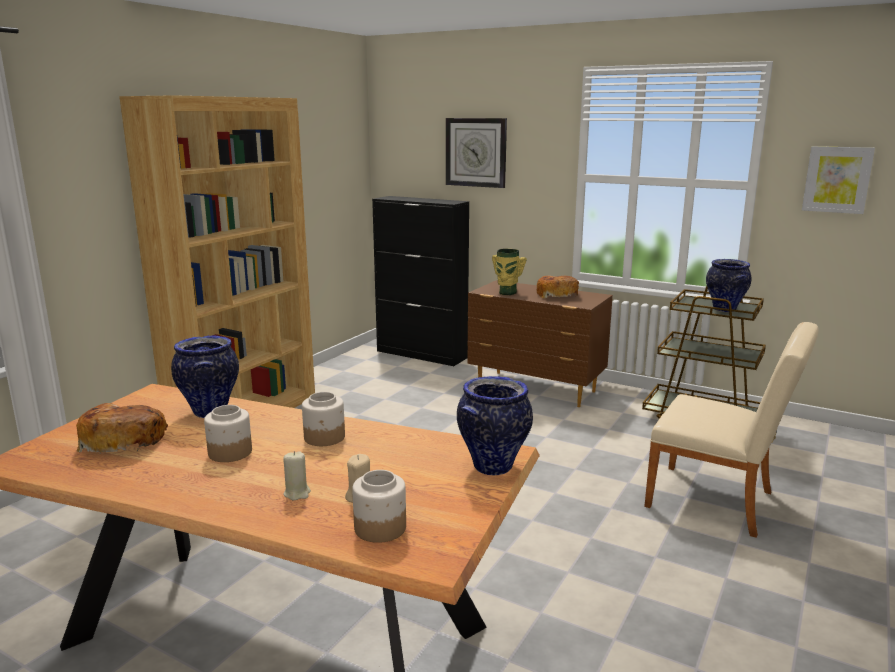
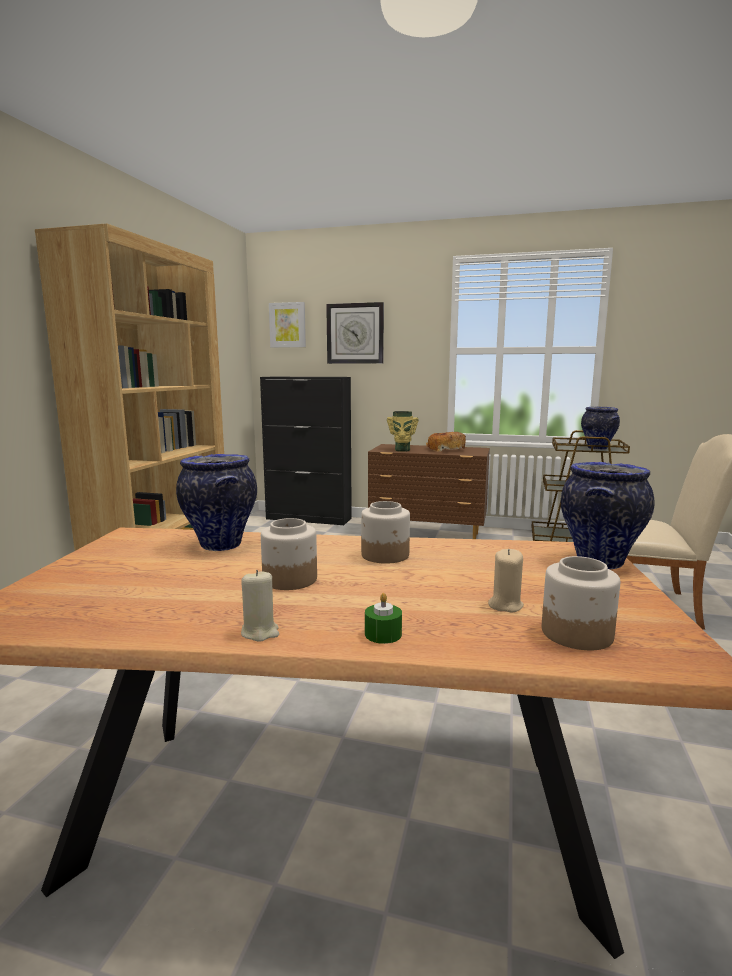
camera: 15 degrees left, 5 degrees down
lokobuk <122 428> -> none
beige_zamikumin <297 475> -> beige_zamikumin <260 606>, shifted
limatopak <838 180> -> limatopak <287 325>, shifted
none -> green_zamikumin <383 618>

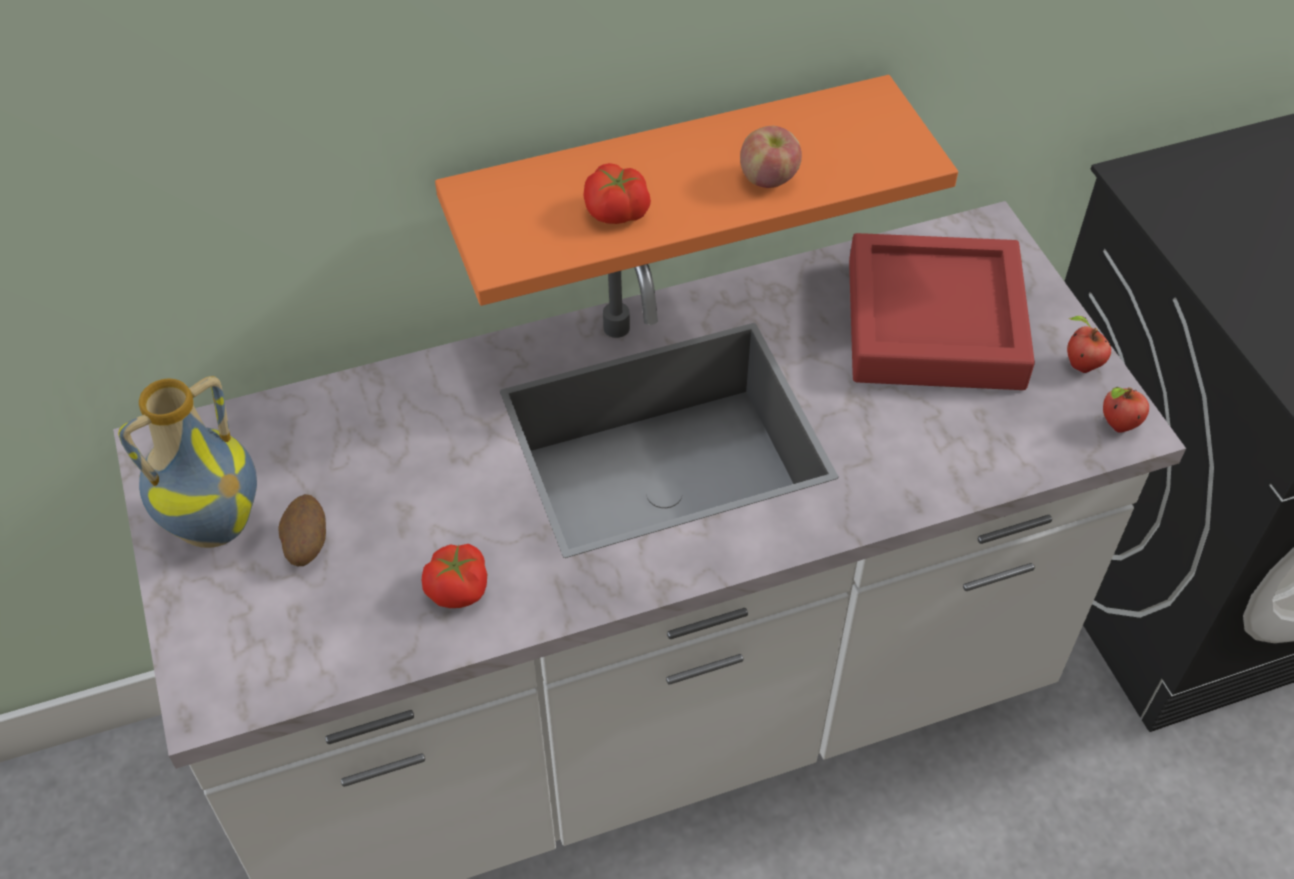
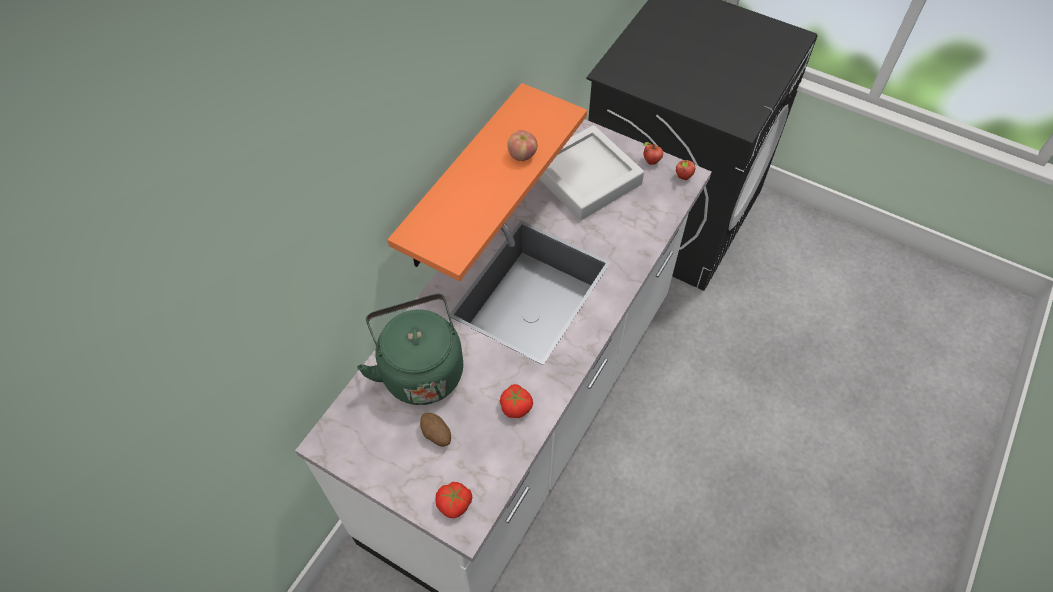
camera: 40 degrees left, 5 degrees up
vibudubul <187 462> -> none
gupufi <617 193> -> gupufi <454 500>, shifted
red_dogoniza <942 311> -> grey_dogoniza <591 172>
none -> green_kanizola <410 349>

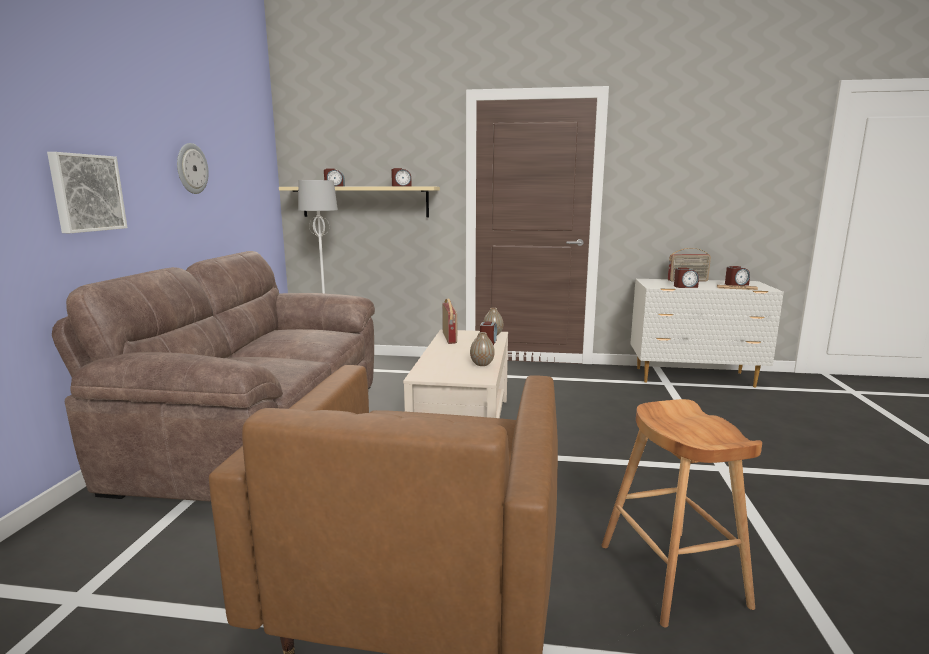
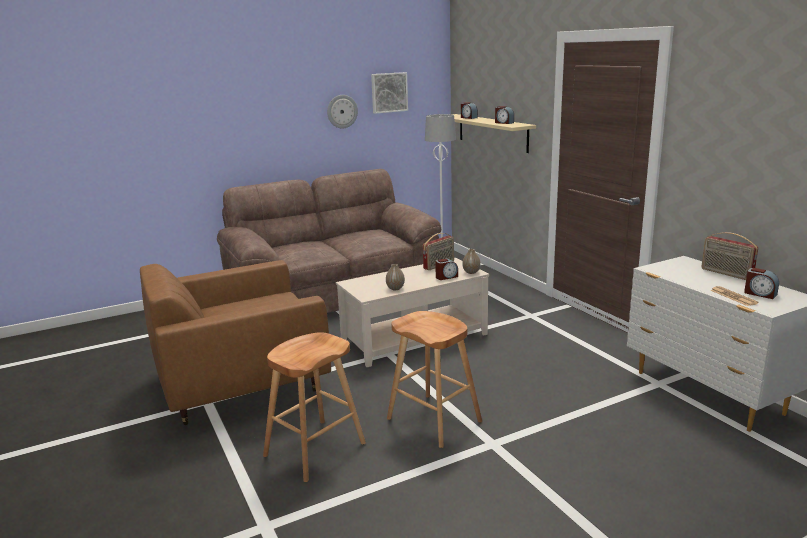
camera: 55 degrees right, 5 degrees up
limatopak <87 192> -> limatopak <389 93>, shifted
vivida <686 278> -> none
none -> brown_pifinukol <434 379>

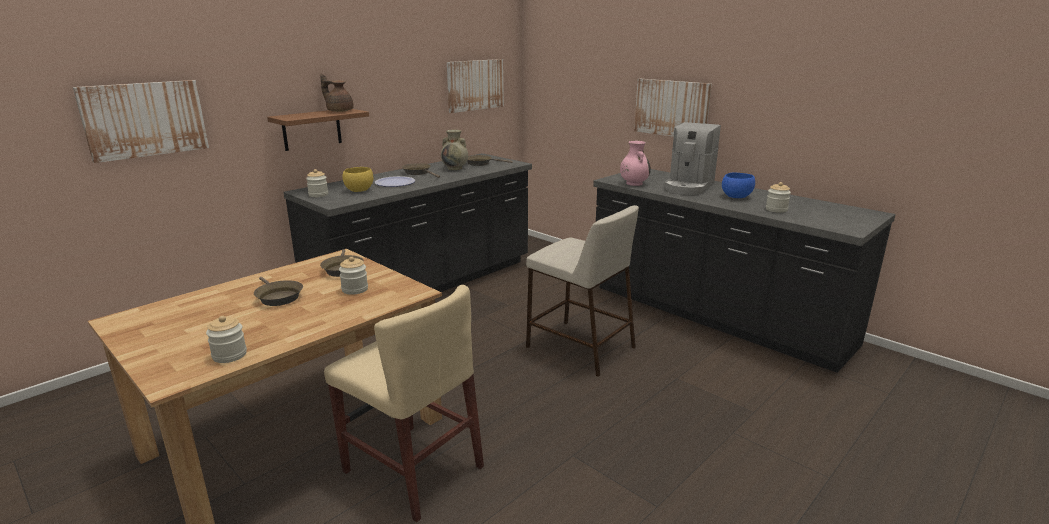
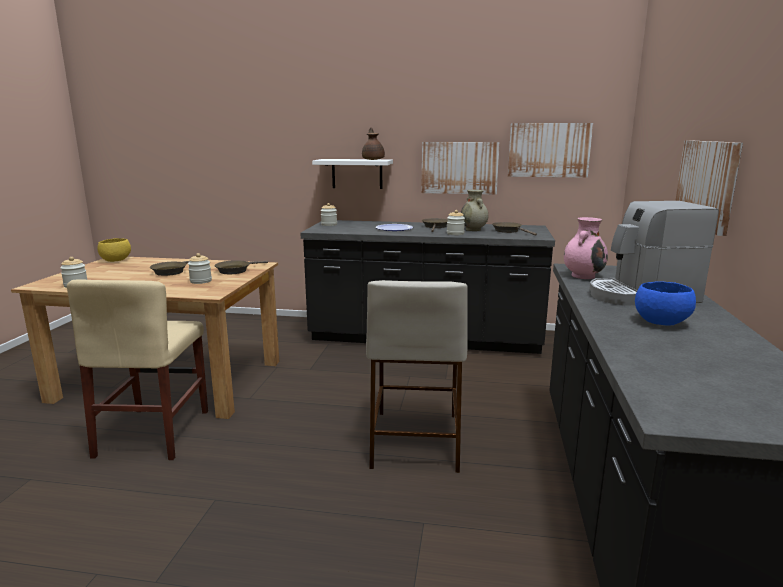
camera: 55 degrees right, 5 degrees down
limatopak <141 121> -> limatopak <460 168>, shifted
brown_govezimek <318 130> -> white_govezimek <352 174>
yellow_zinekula <357 179> -> yellow_zinekula <114 250>, shifted
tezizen <778 197> -> tezizen <456 222>, shifted

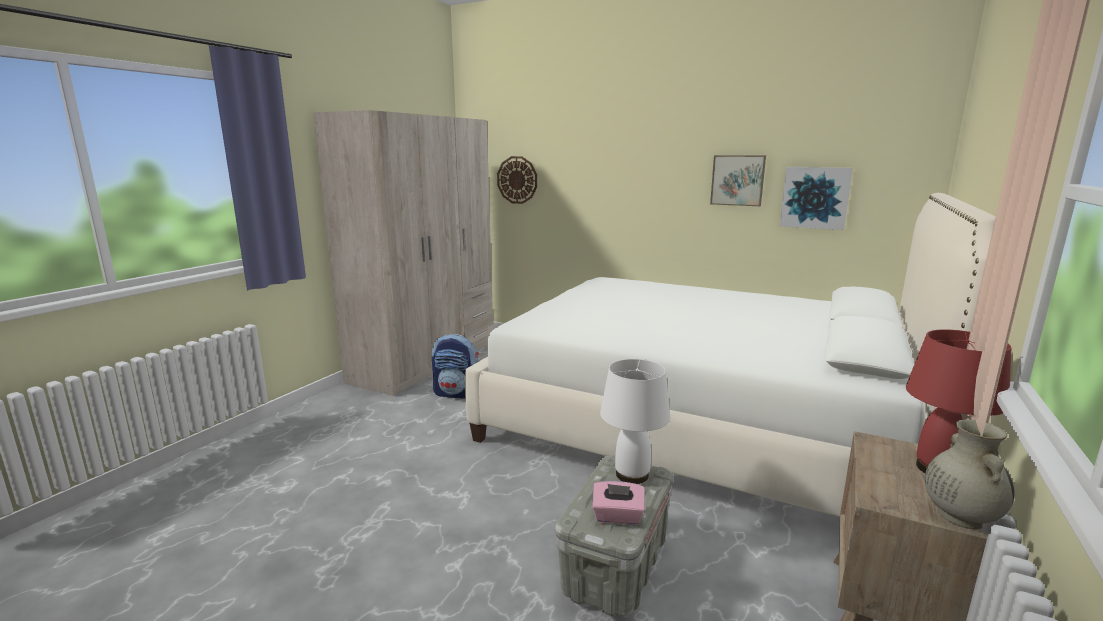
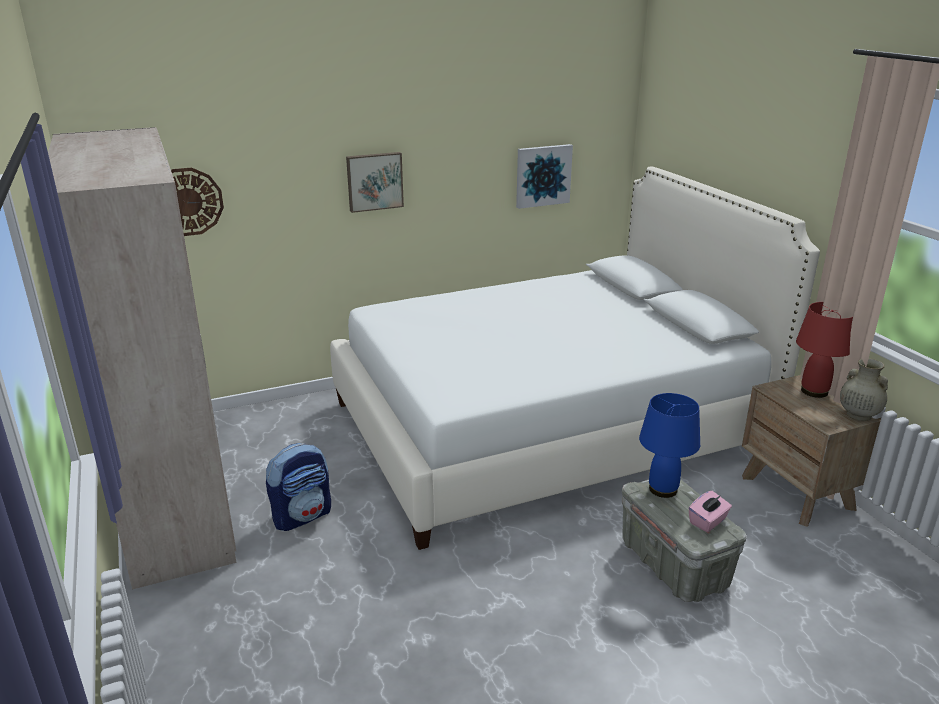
camera: 50 degrees left, 10 degrees up
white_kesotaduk <635 421> -> blue_kesotaduk <669 445>
limatopak <738 180> -> limatopak <375 182>, shifted

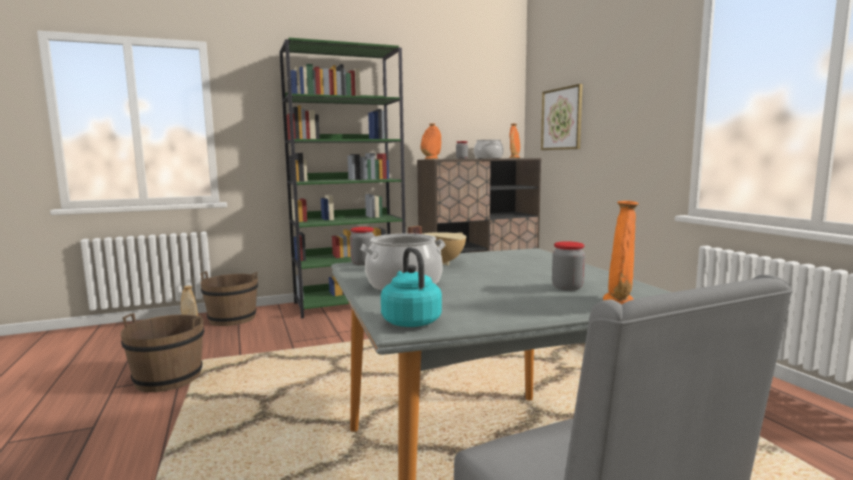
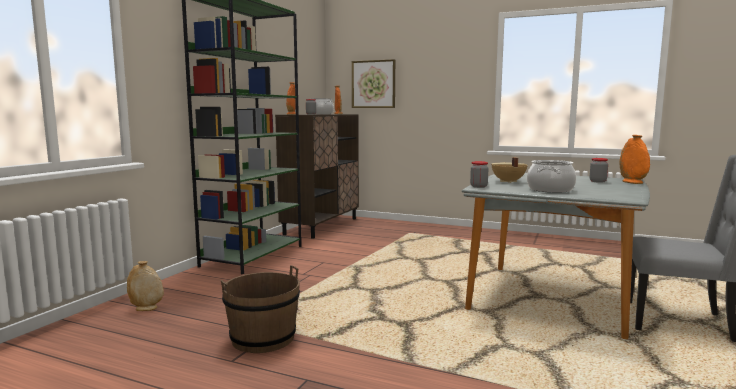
camera: 45 degrees left, 0 degrees up
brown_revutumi <229 298> -> none
turquoise_kanizola <411 287> -> none

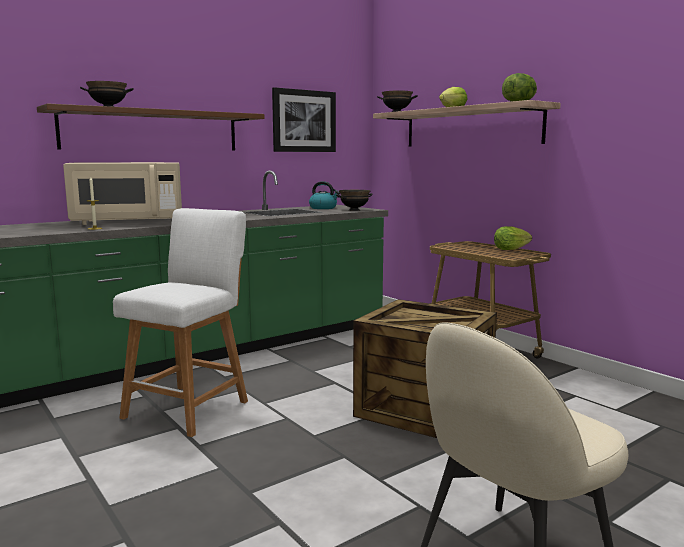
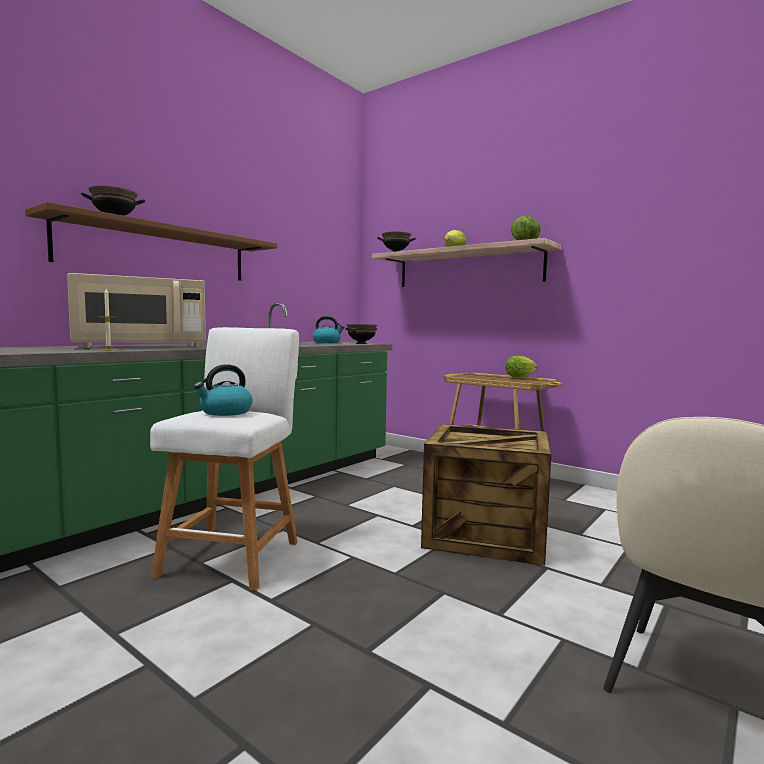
camera: 15 degrees left, 5 degrees down
limatopak <304 119> -> none
none -> kanizola <223 390>

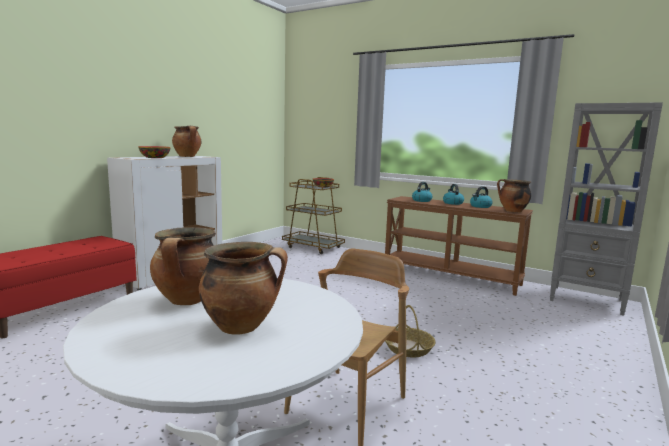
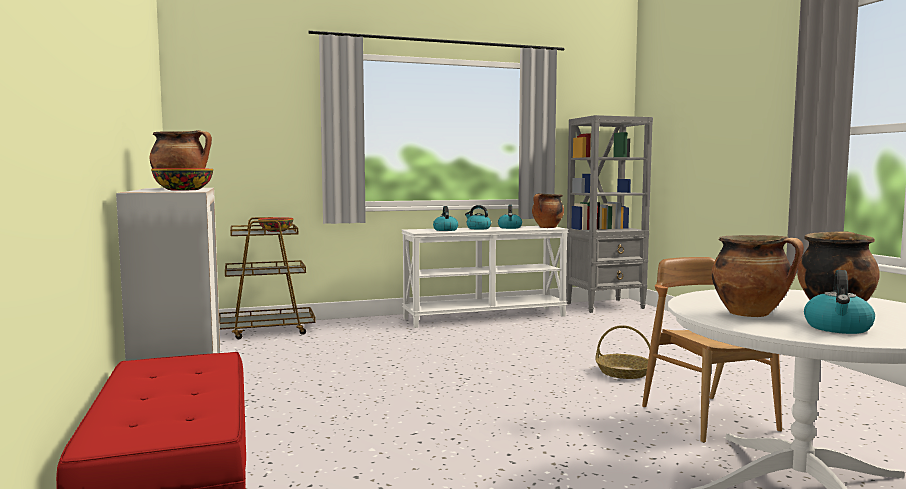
camera: 50 degrees left, 5 degrees down
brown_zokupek <459 246> -> white_zokupek <485 277>
none -> kanizola <839 302>

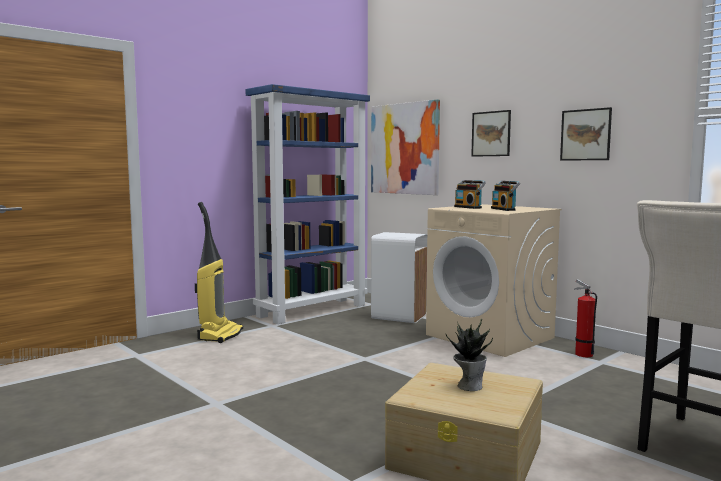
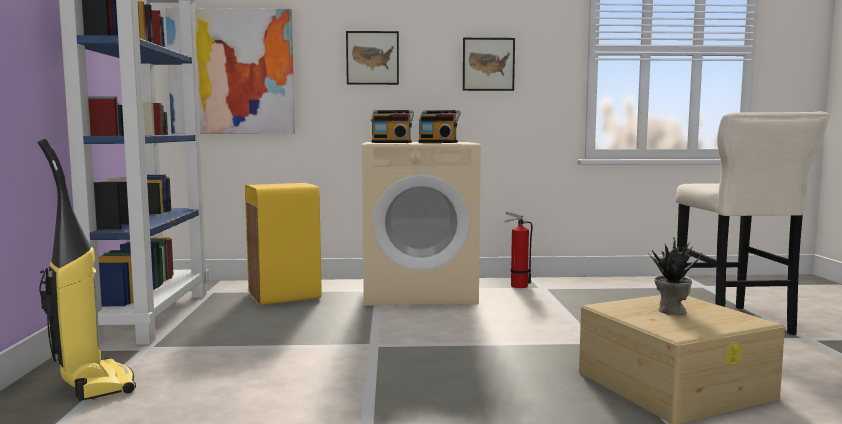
camera: 50 degrees left, 0 degrees up
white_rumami <399 277> -> yellow_rumami <283 244>

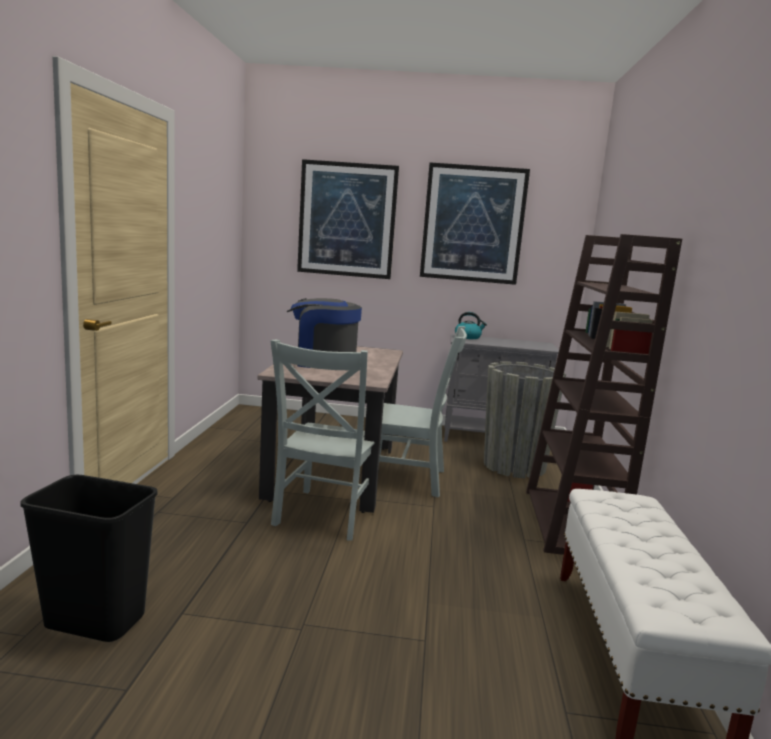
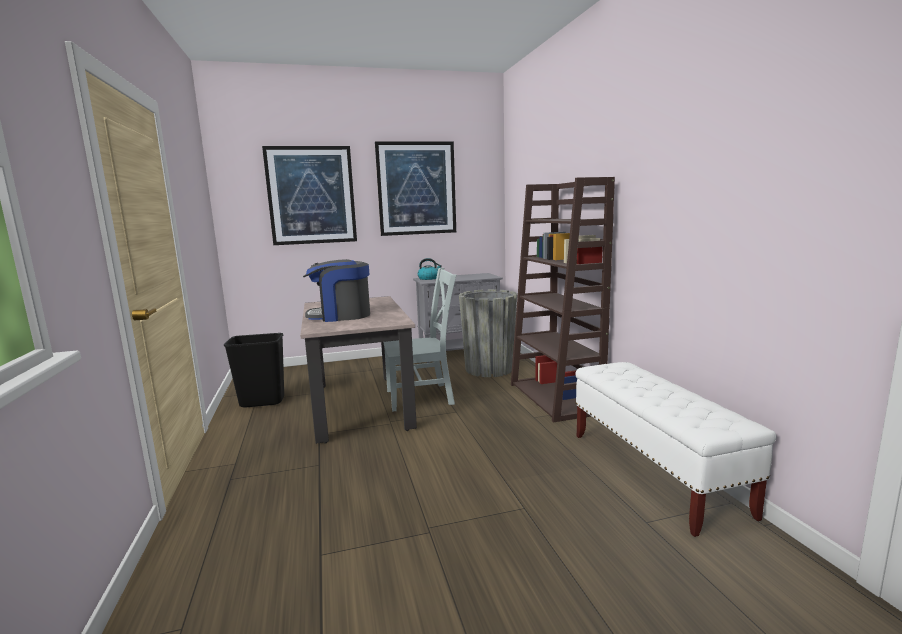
camera: 20 degrees left, 0 degrees up
black_rumami <89 558> -> black_rumami <254 370>, shifted
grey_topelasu <322 440> -> none

